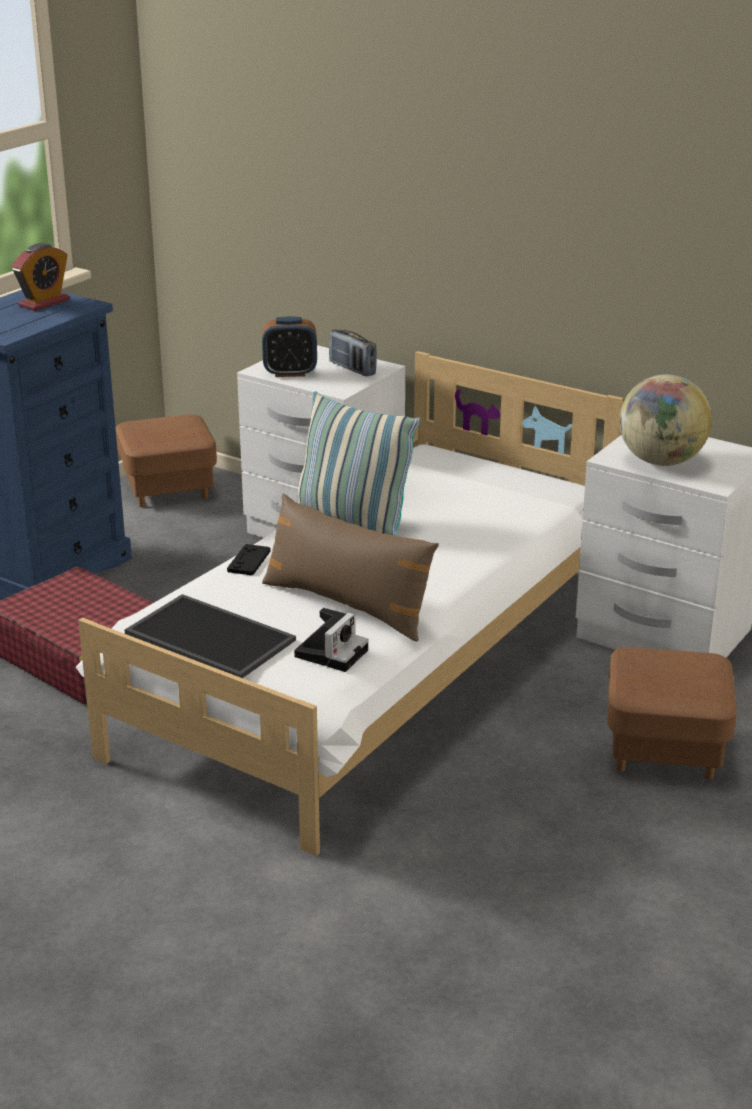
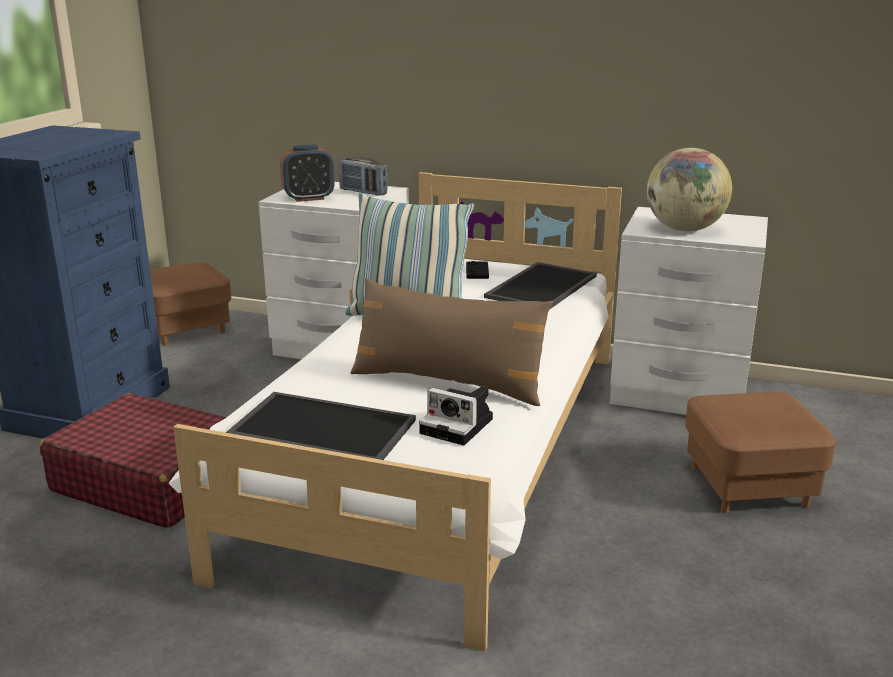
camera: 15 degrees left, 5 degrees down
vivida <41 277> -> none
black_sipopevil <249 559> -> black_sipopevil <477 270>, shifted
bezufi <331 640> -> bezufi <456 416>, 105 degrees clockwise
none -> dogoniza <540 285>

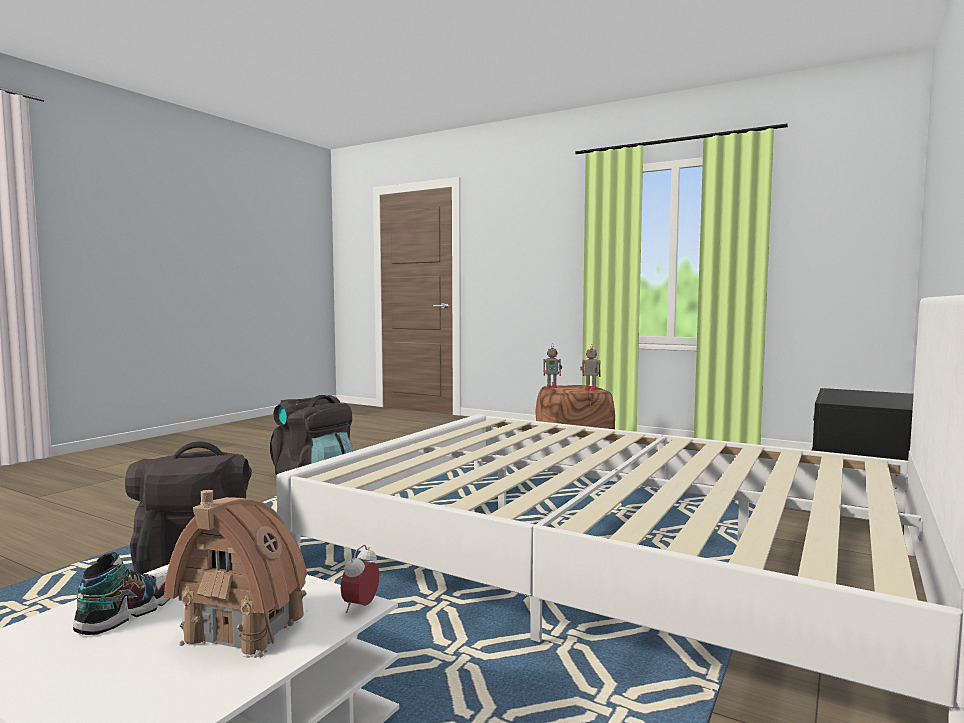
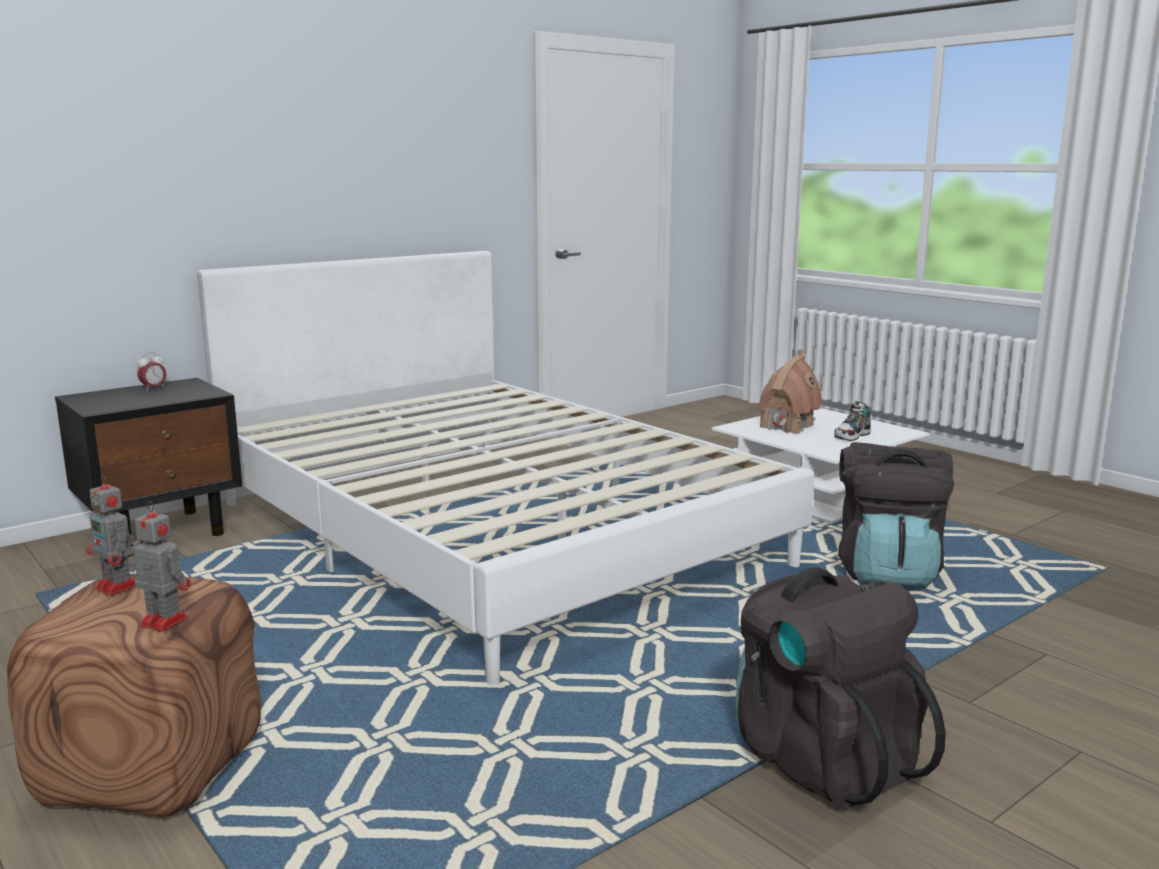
camera: 160 degrees left, 10 degrees up
vivida <360 579> -> vivida <151 371>, shifted

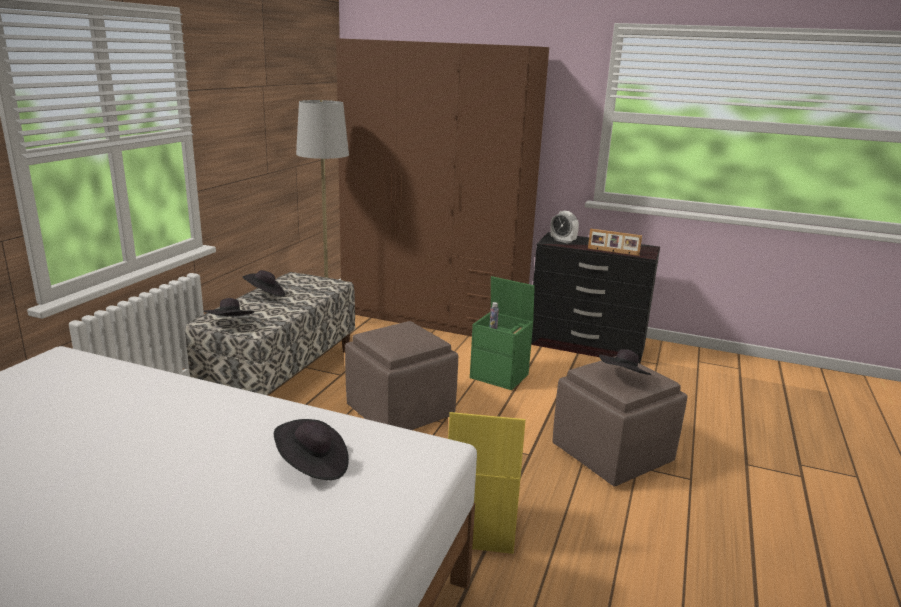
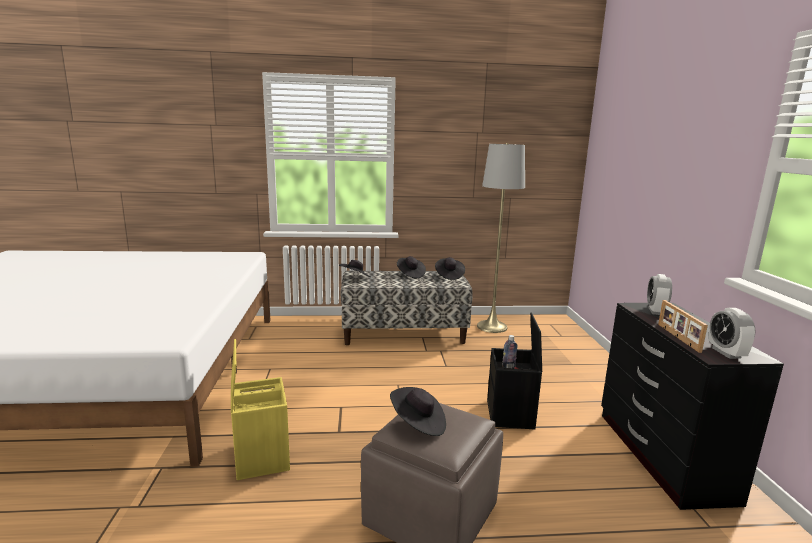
camera: 65 degrees right, 5 degrees down
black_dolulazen <311 449> -> black_dolulazen <450 268>, shifted
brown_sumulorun <442 187> -> none
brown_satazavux <401 375> -> none
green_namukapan <502 333> -> black_namukapan <514 371>
none -> vivida <732 333>

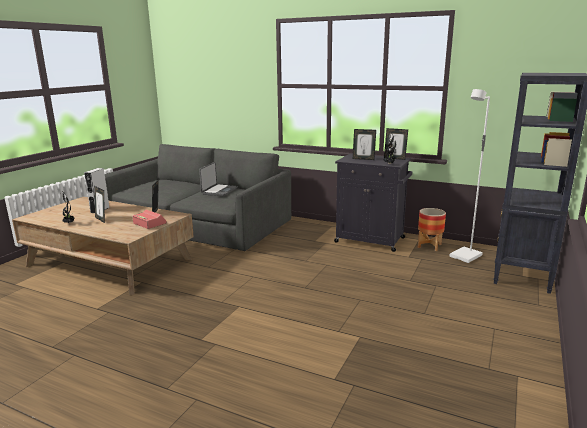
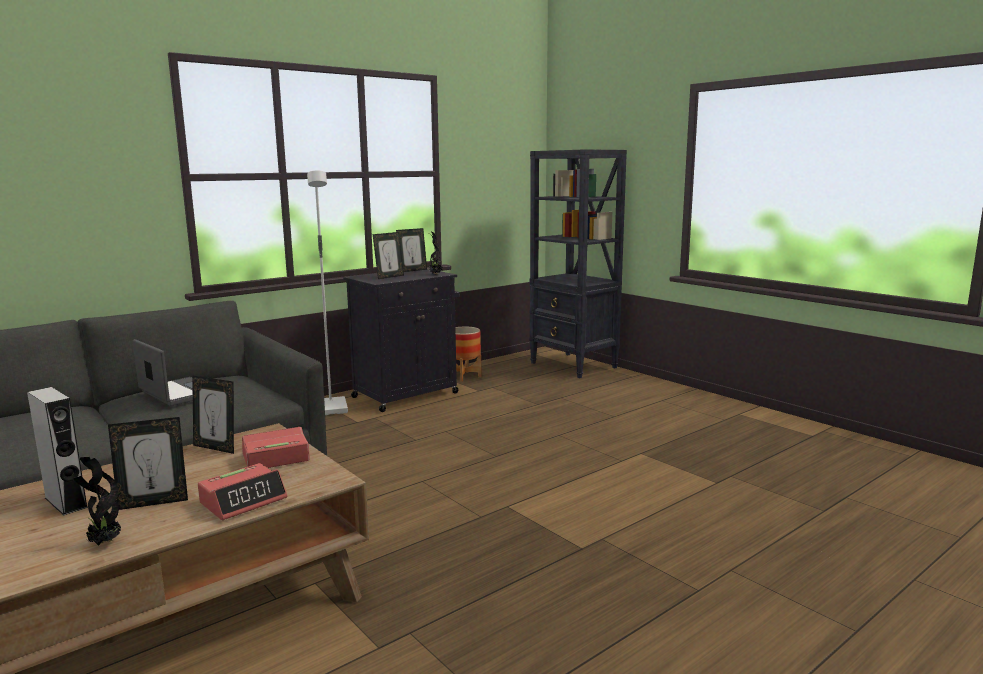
camera: 65 degrees left, 5 degrees down
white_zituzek <470 176> -> white_zituzek <327 292>, shifted
none -> vivida <242 491>

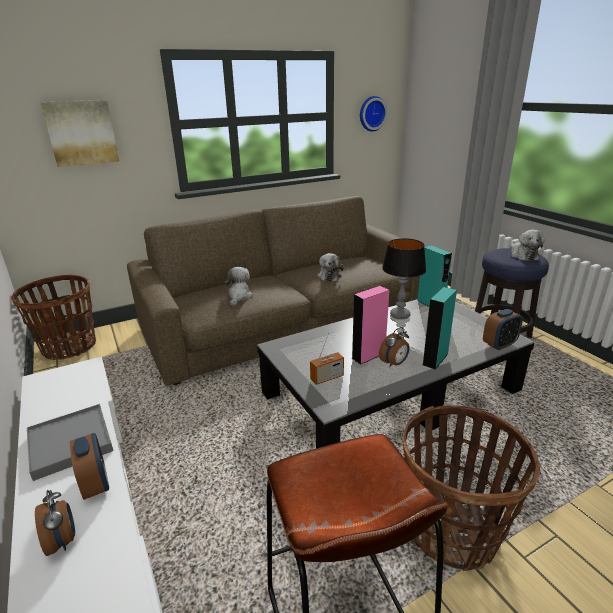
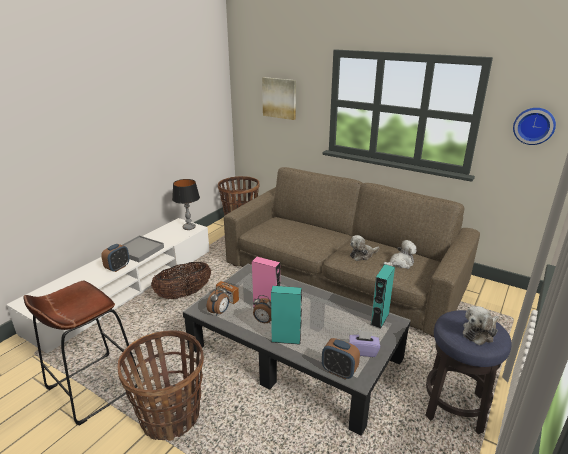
camera: 60 degrees right, 0 degrees up
vivida <55 523> -> vivida <218 300>, shifted
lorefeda <238 286> -> lorefeda <399 254>, shifted
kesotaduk <404 278> -> kesotaduk <186 204>, shifted
none -> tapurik <181 280>
none -> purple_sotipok <364 343>

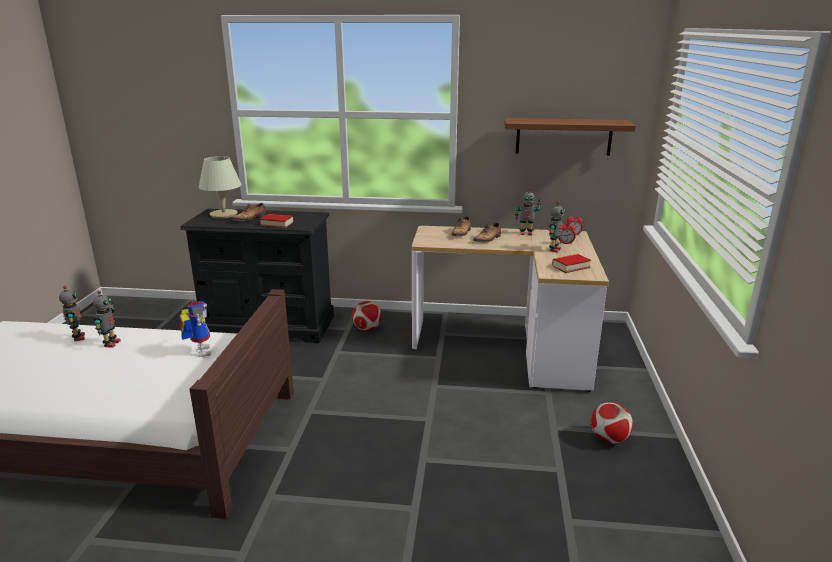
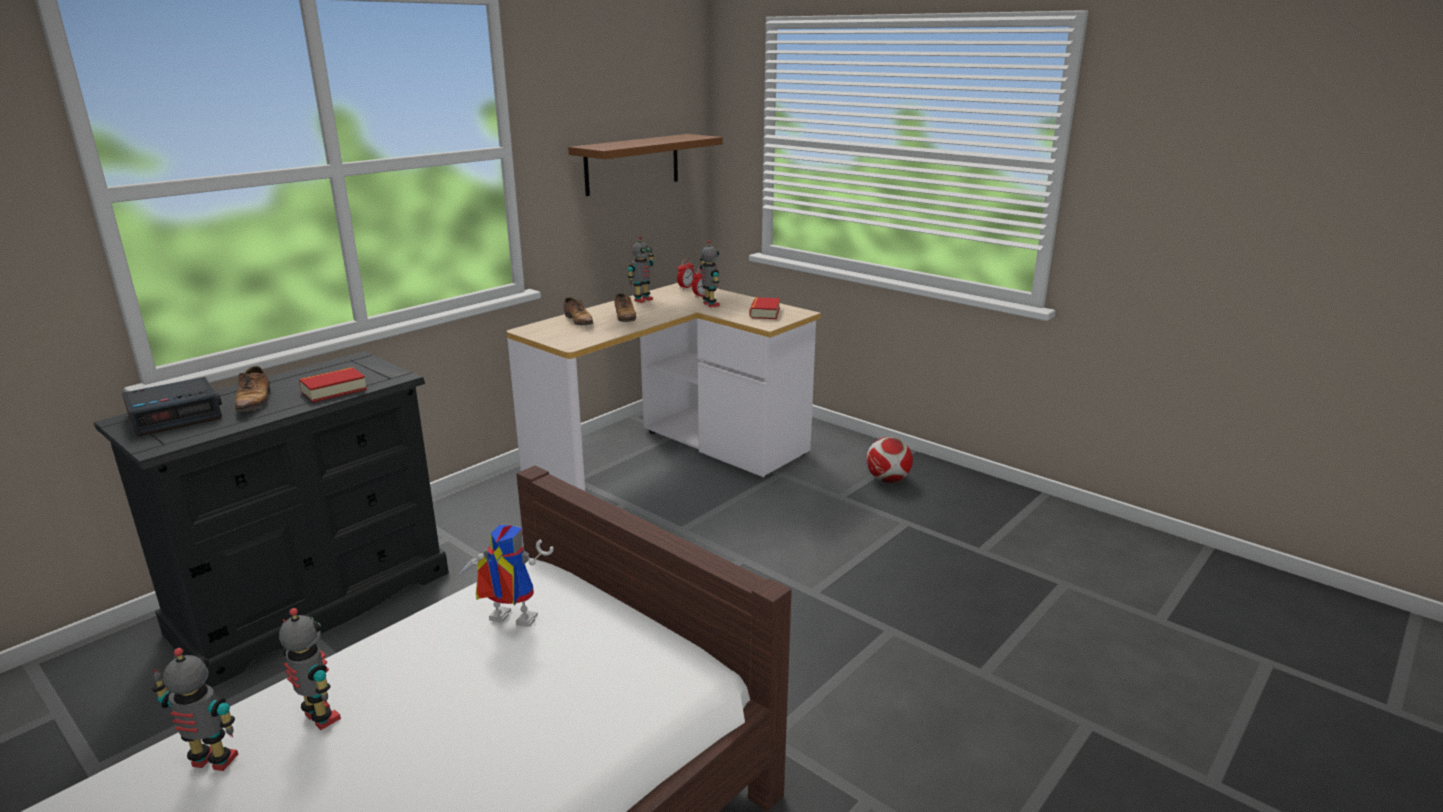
camera: 55 degrees left, 0 degrees up
beige_kesotaduk <220 187> -> vivida <172 406>
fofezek <367 316> -> none

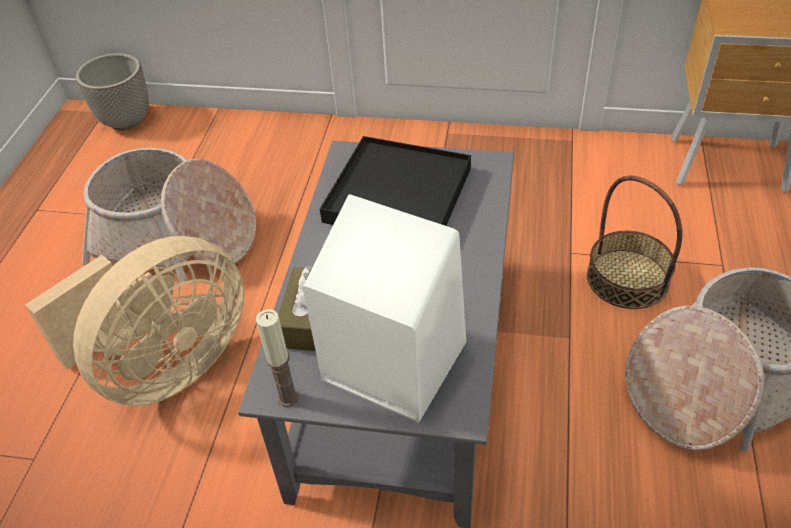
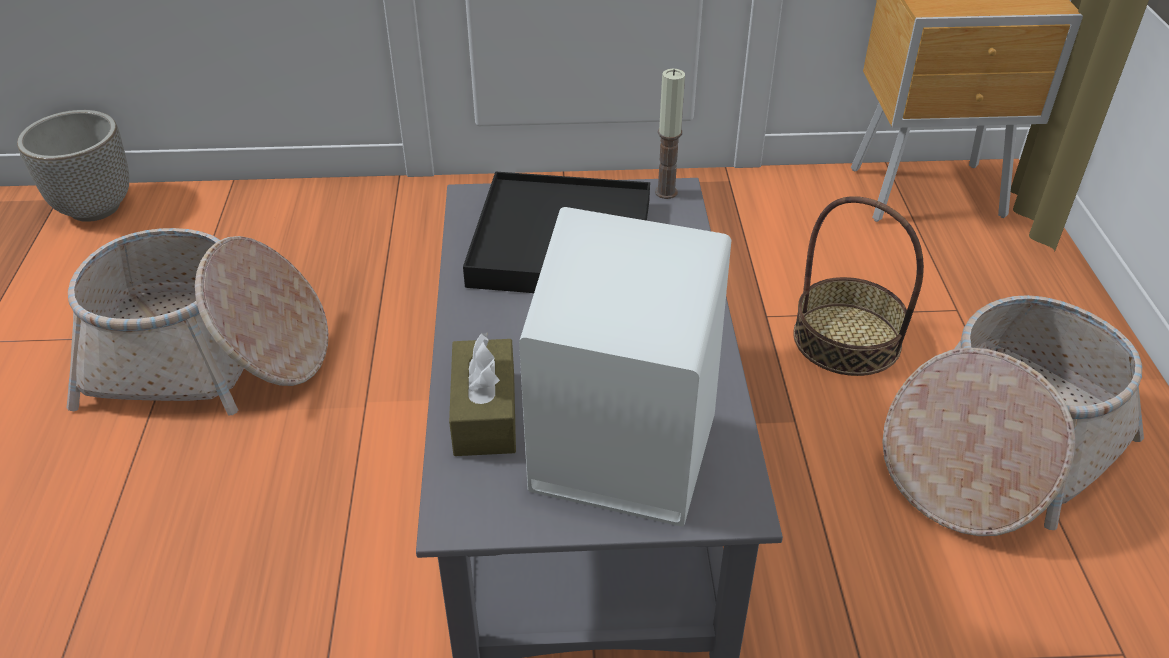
camera: 15 degrees left, 5 degrees down
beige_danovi <134 321> -> none
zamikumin <277 358> -> zamikumin <670 134>, shifted

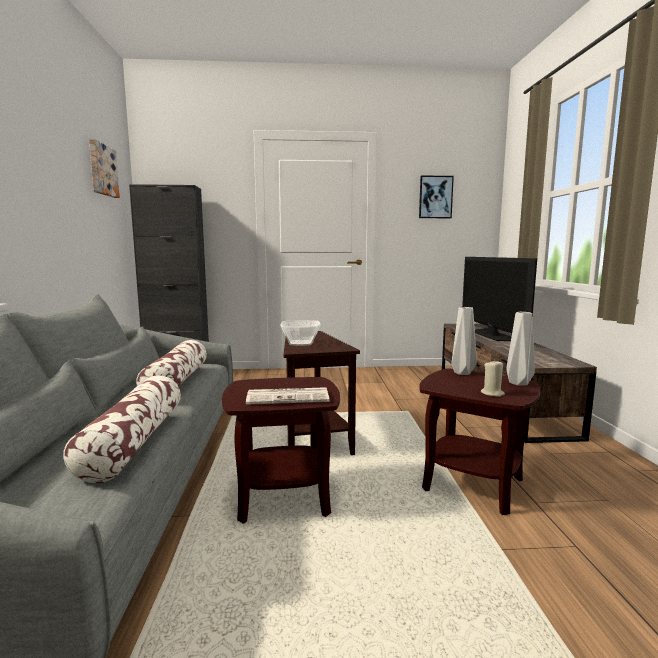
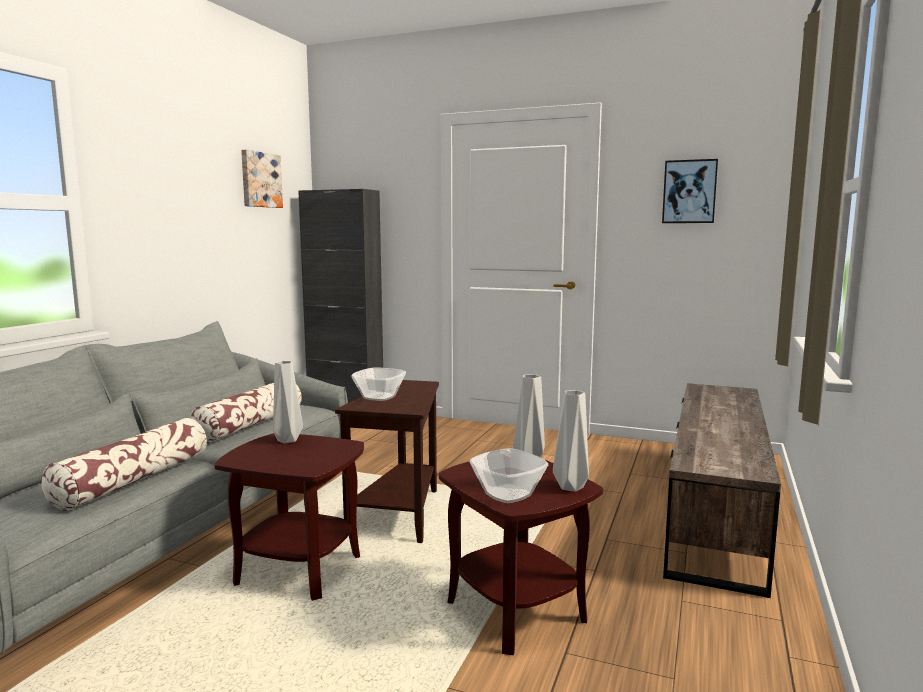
camera: 25 degrees right, 0 degrees up
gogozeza <287 396> -> none
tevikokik <499 299> -> none
beige_zamikumin <493 378> -> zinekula <509 475>
none -> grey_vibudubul <288 402>

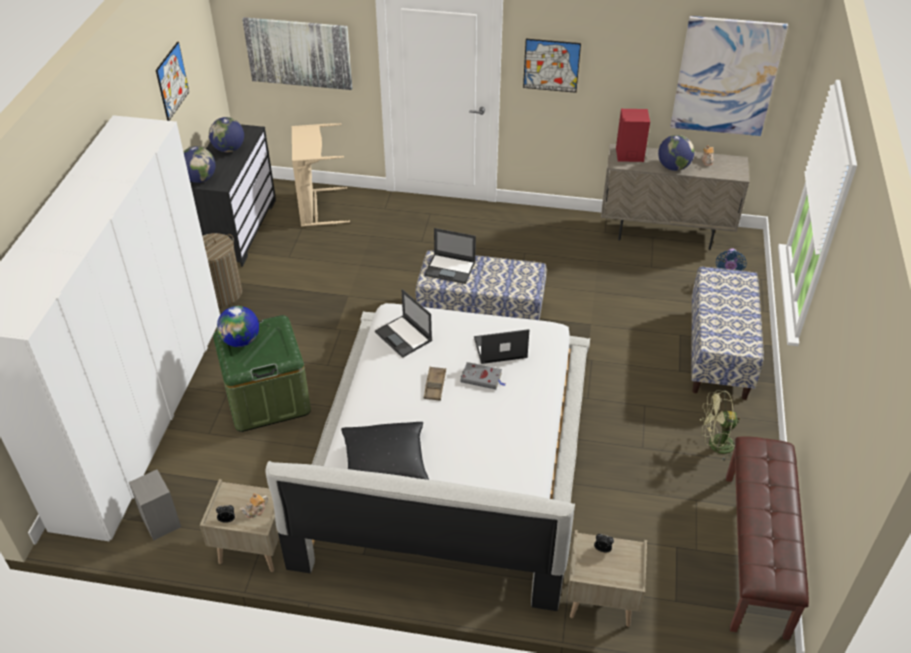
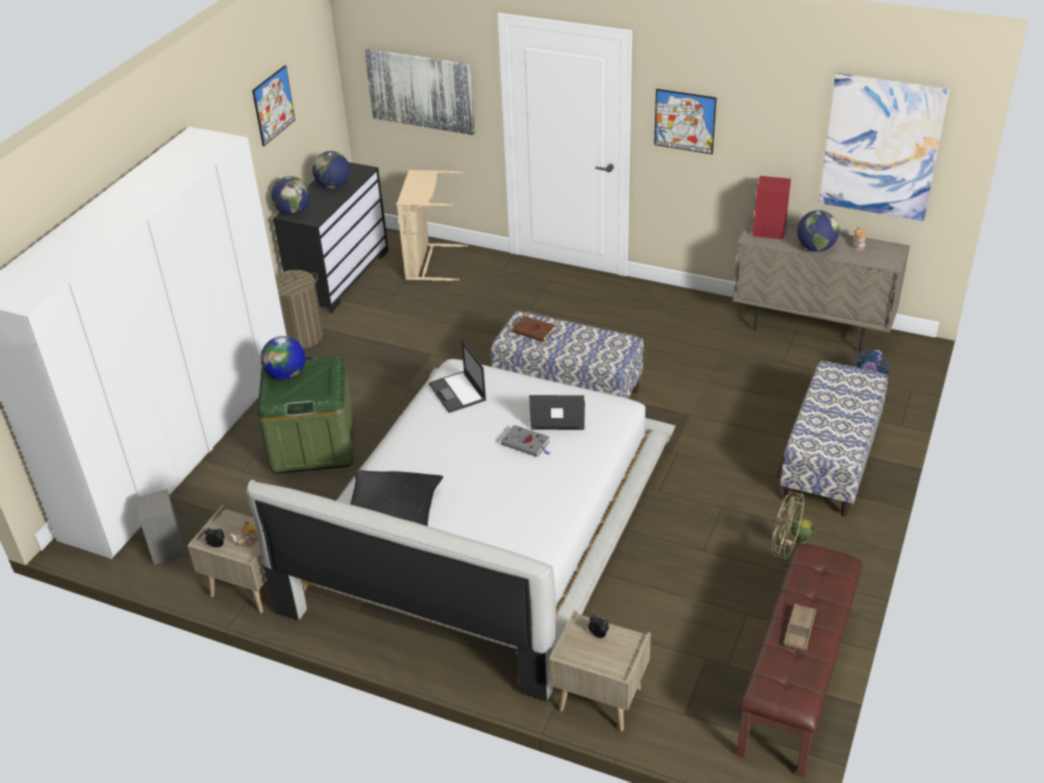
camera: 15 degrees right, 5 degrees down
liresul <450 256> -> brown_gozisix <533 329>
brown_dogoniza <435 384> -> brown_dogoniza <800 627>, shifted

